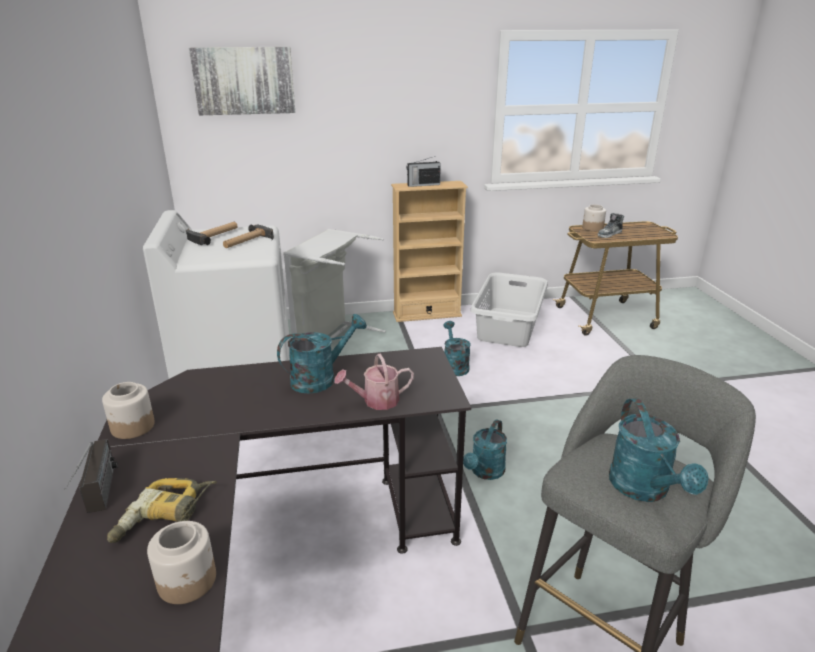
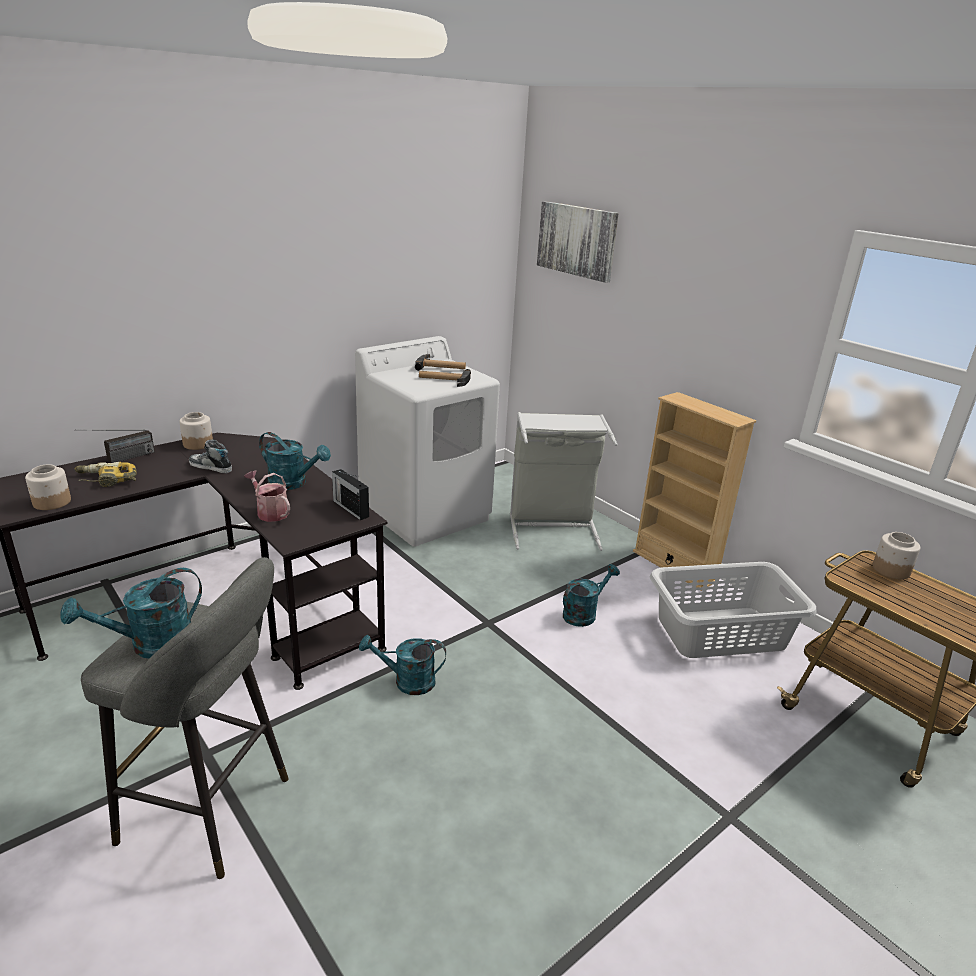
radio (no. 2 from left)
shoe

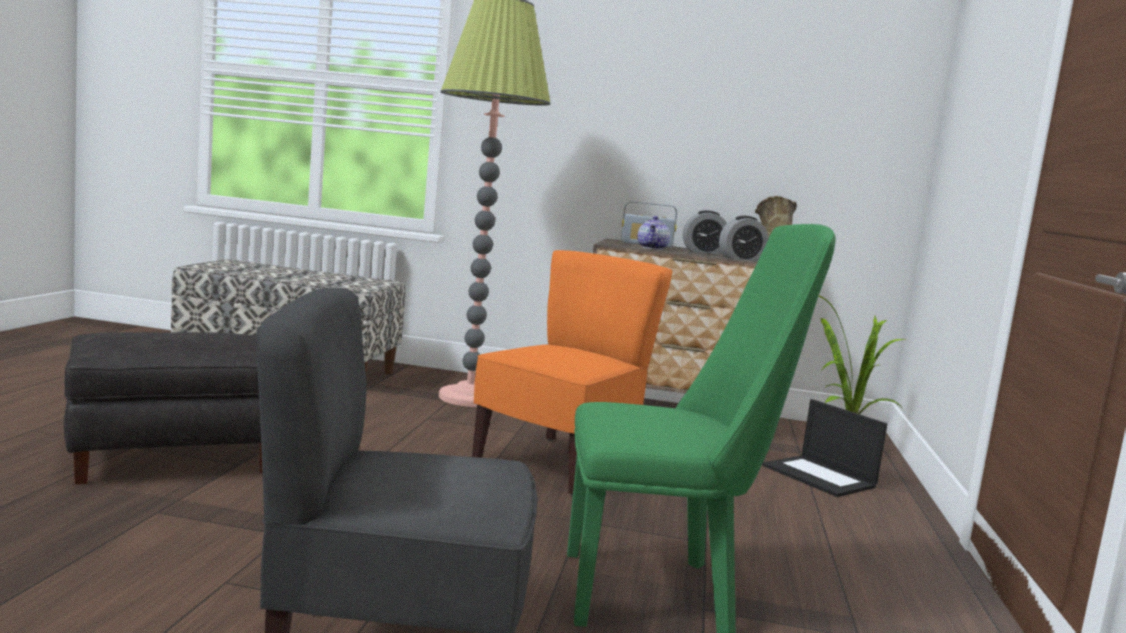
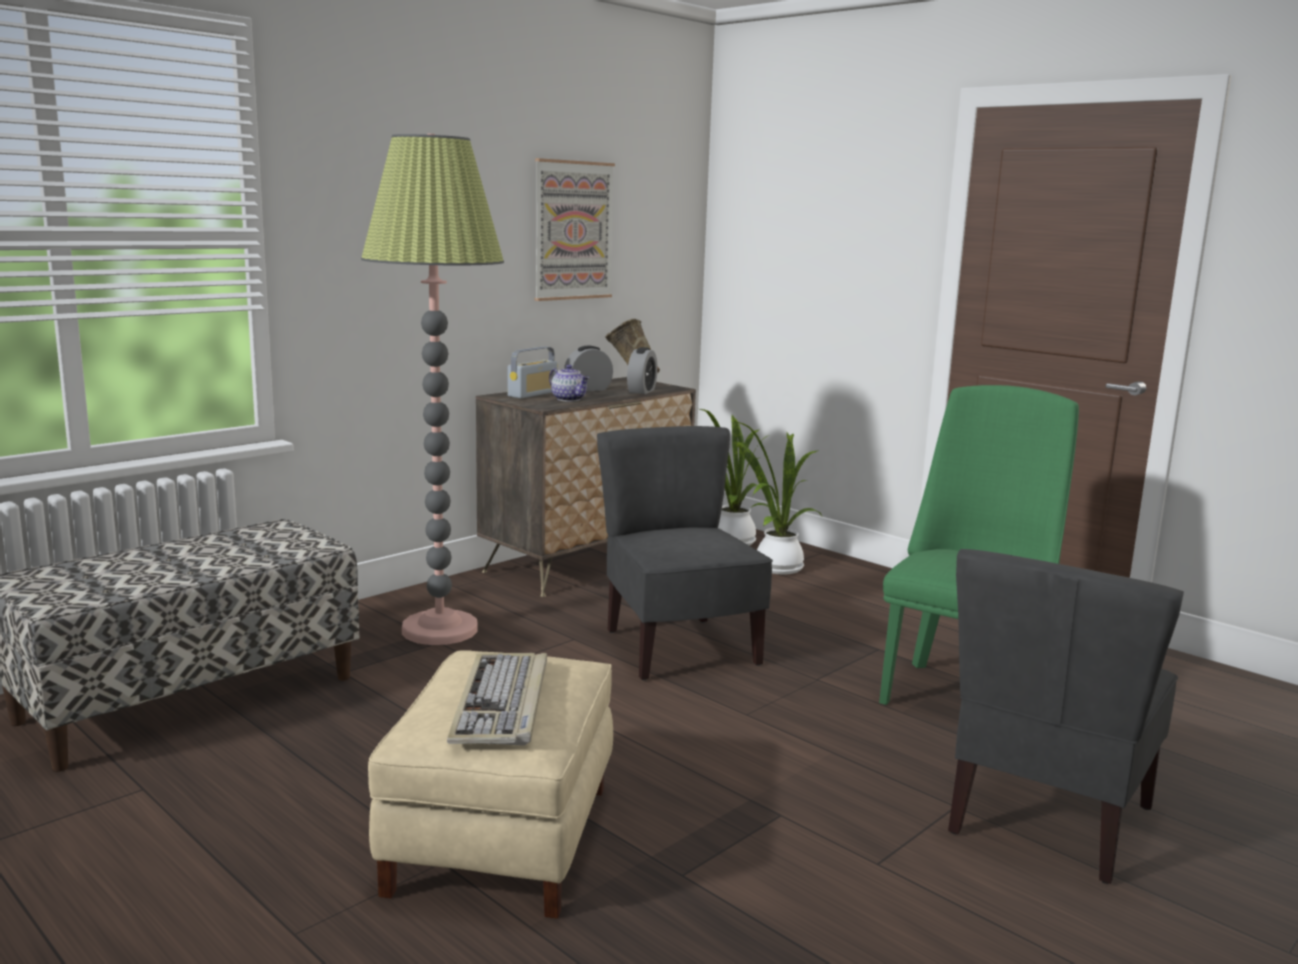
ottoman (beige)
chair (grey) (no. 1 from left)
alarm clock (no. 1 from left)
potted plant (no. 2 from left)
keyboard
picture

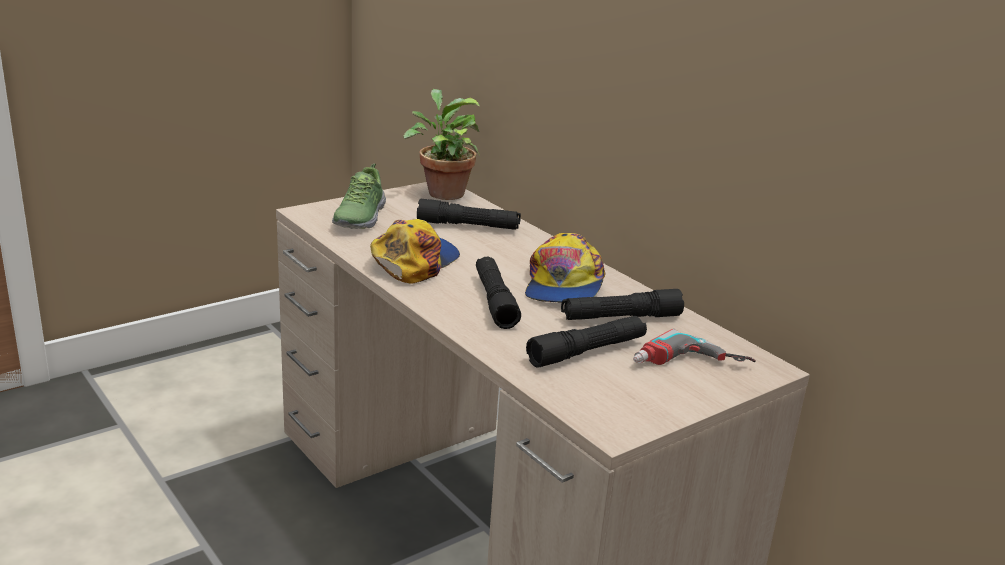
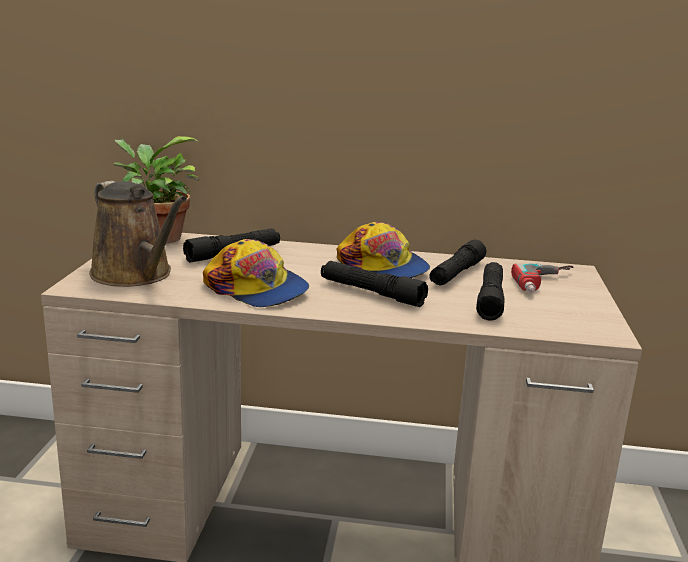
watering can (brown)
cap (no. 1 from left)

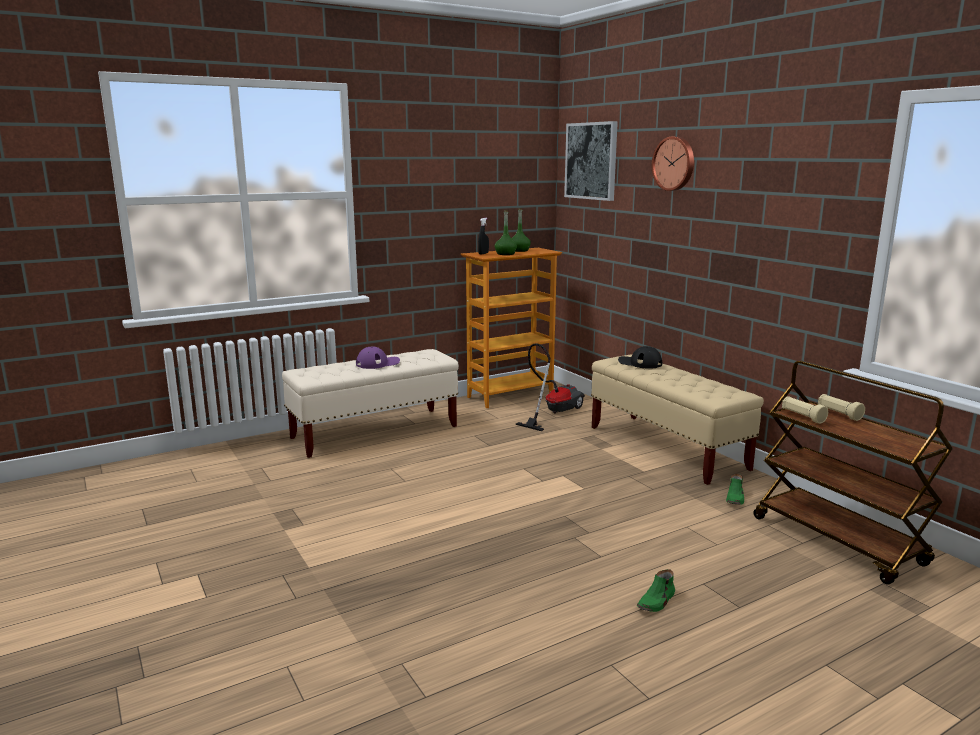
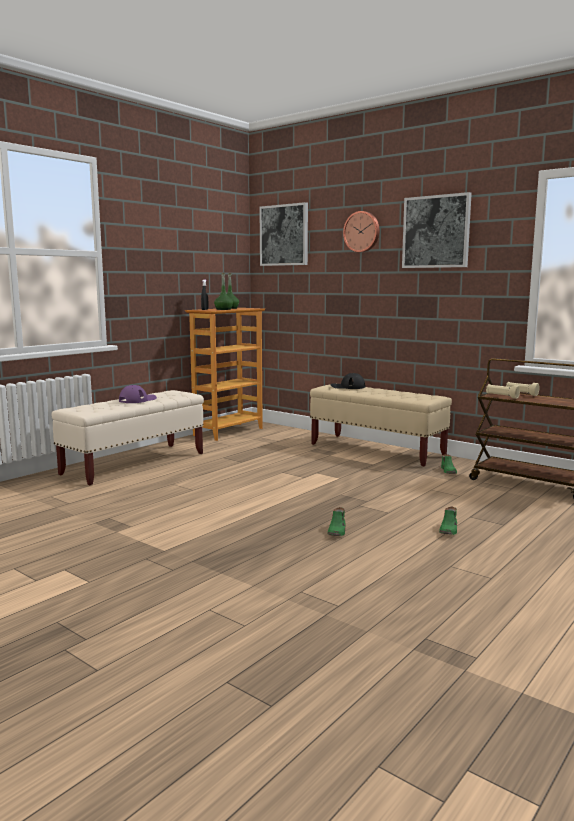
vacuum cleaner
shoe (green) (no. 1 from left)
picture (no. 2 from left)

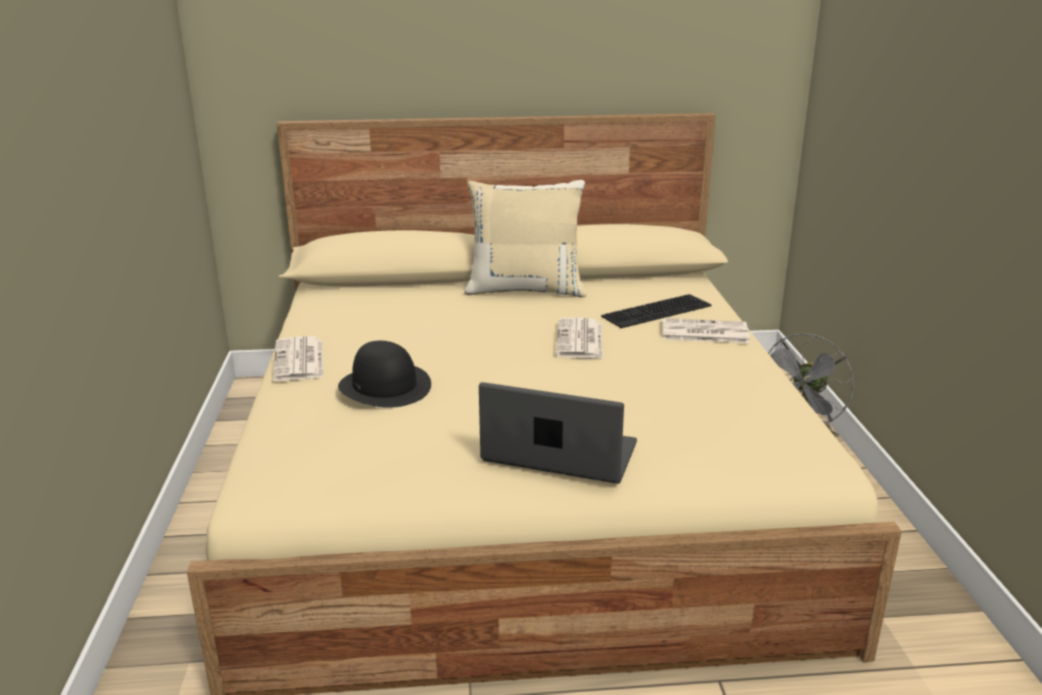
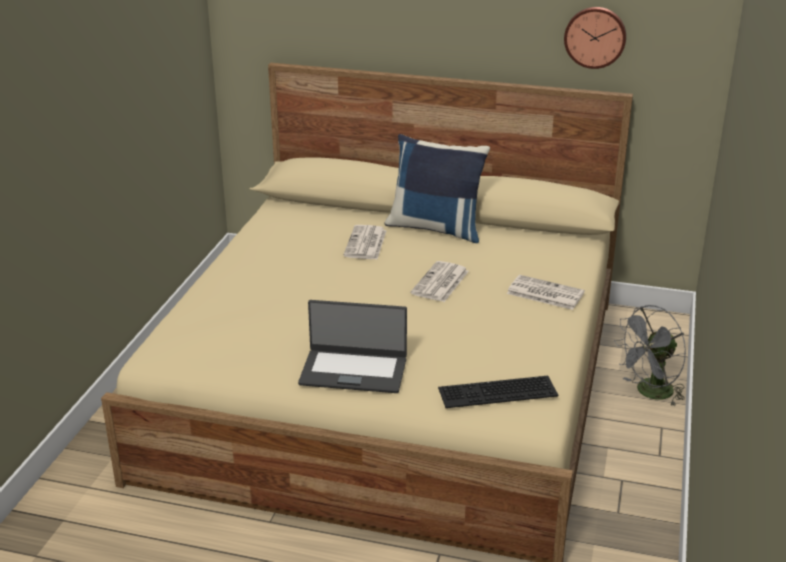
newspaper (no. 1 from left)
hat (black)
pillow (blue)
laptop
keyboard
wall clock

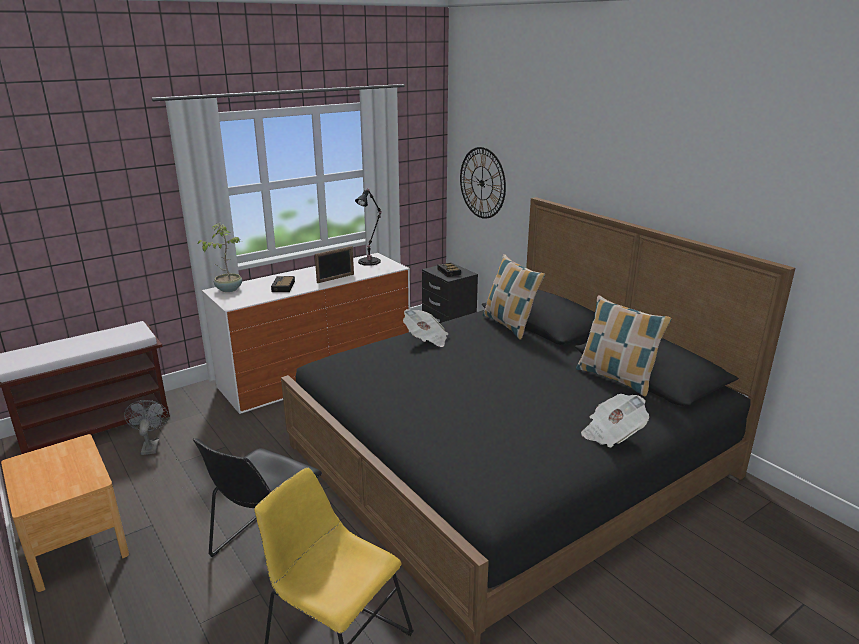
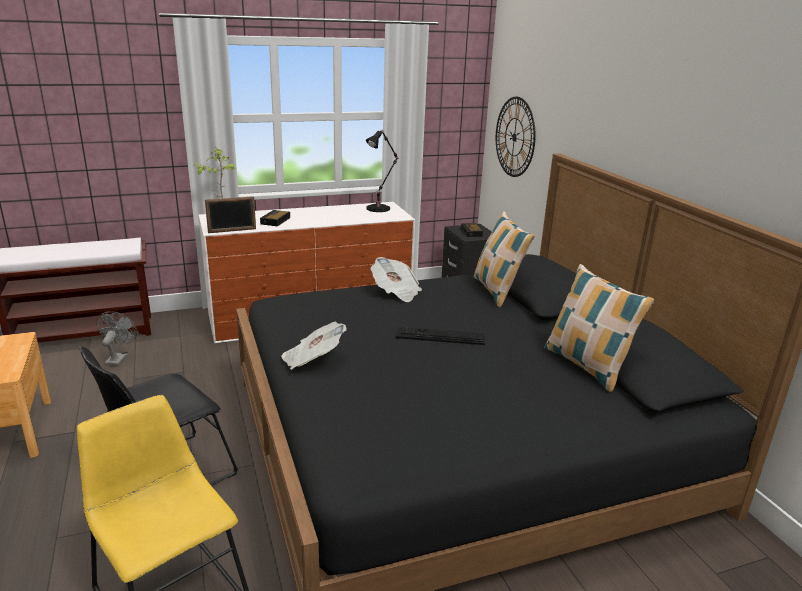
picture frame
newspaper (no. 1 from left)
keyboard

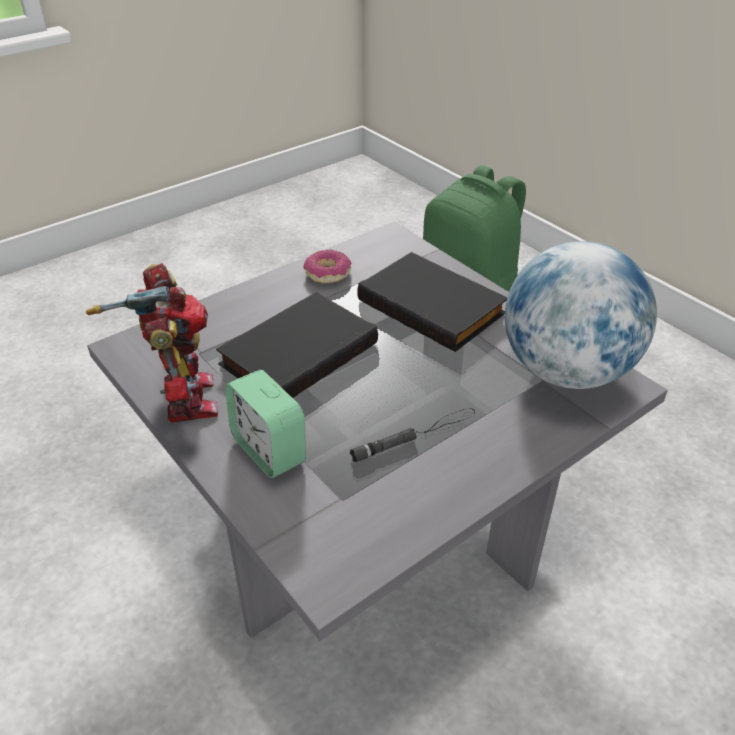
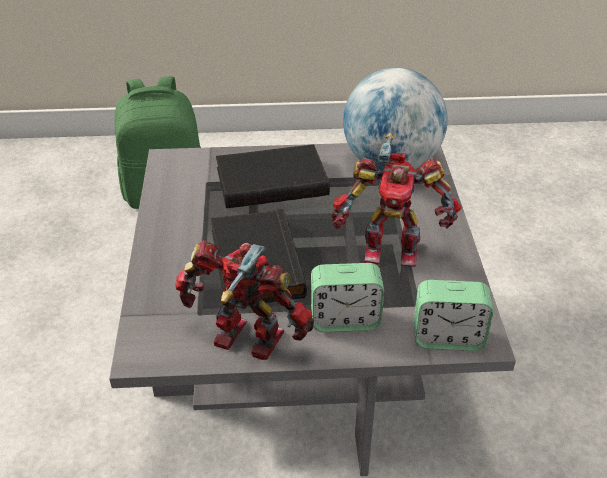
donut
toy robot (no. 2 from left)
alarm clock (no. 2 from left)

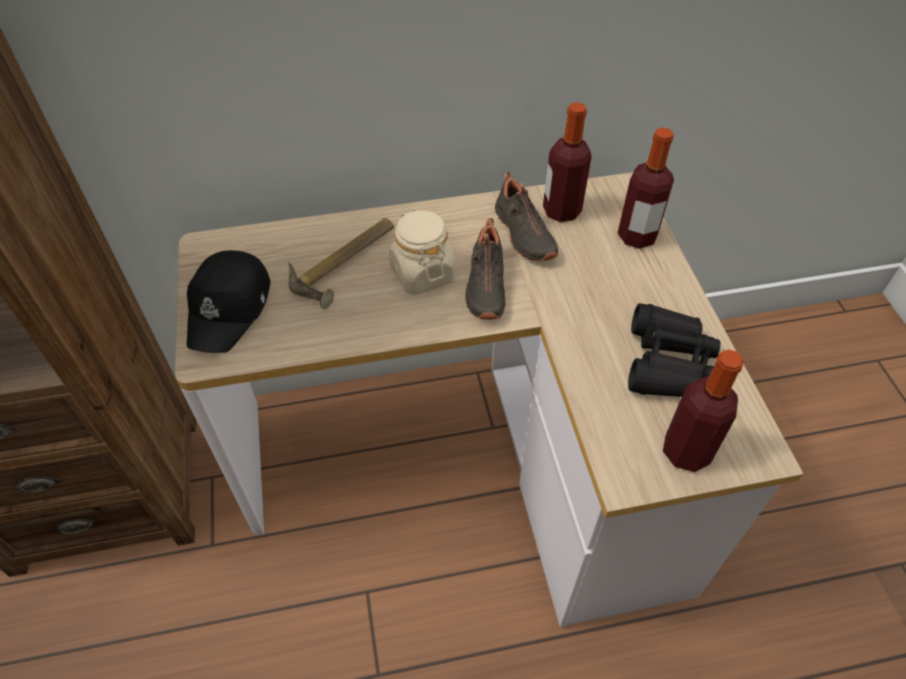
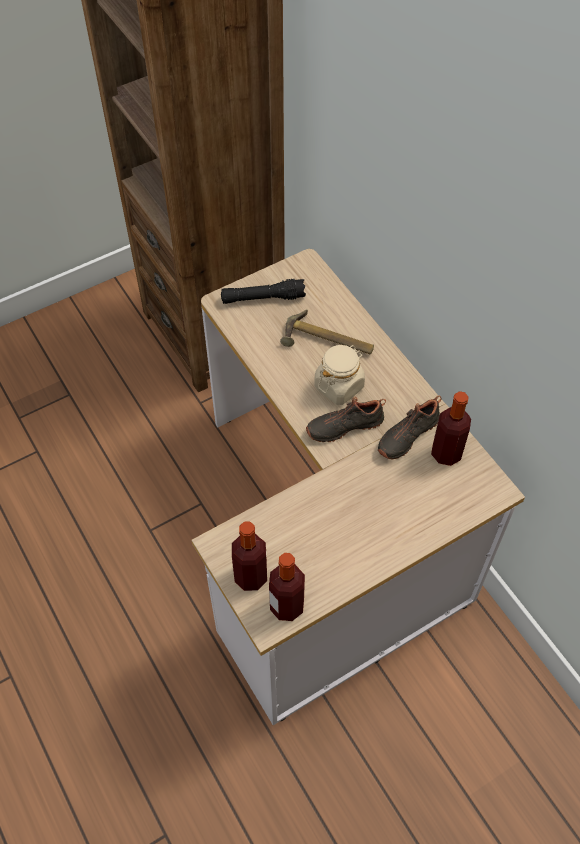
flashlight (black)
bottle (no. 2 from left)
binoculars (black)

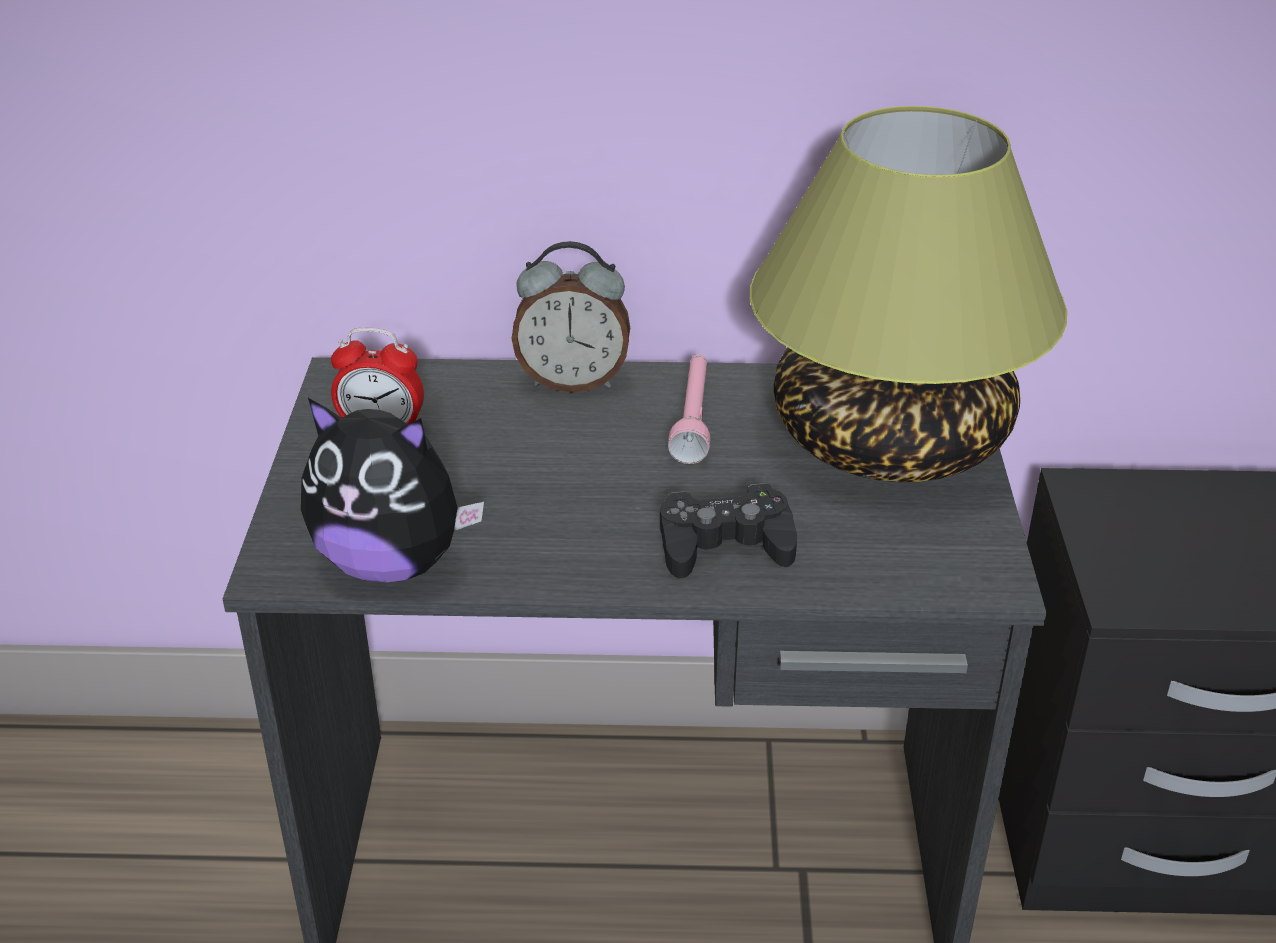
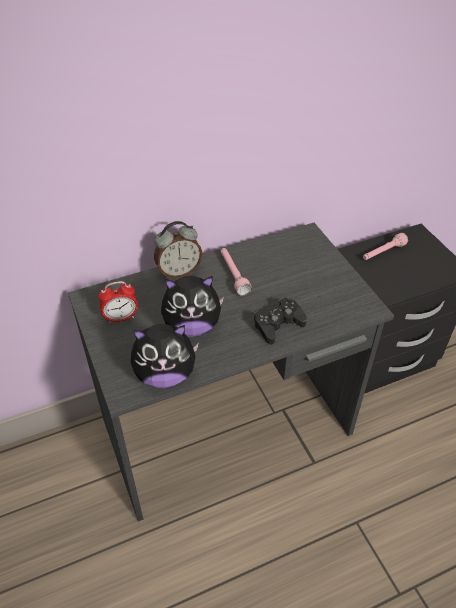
table lamp
plush toy (no. 2 from left)
flashlight (pink) (no. 2 from left)

